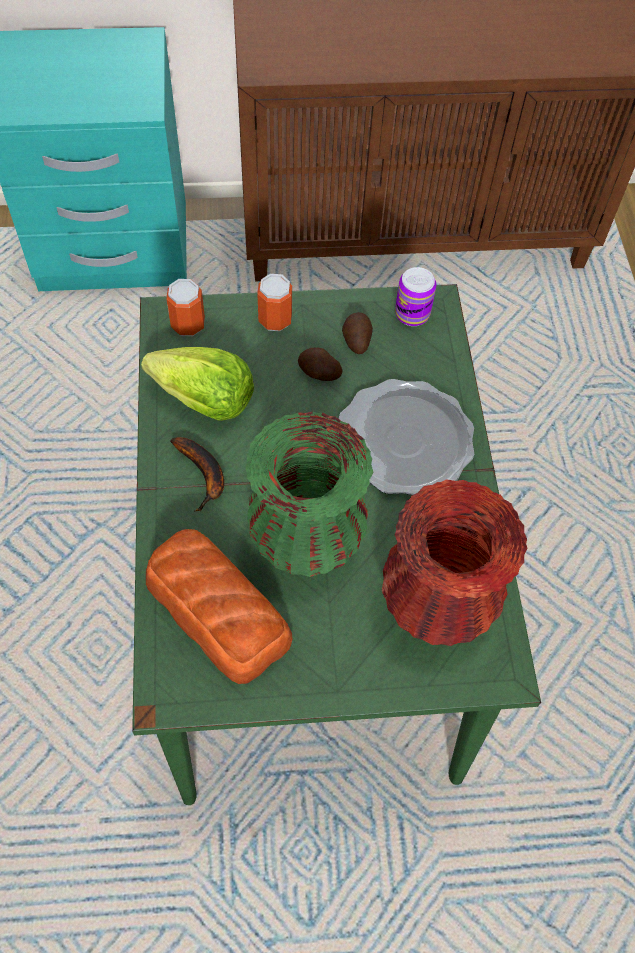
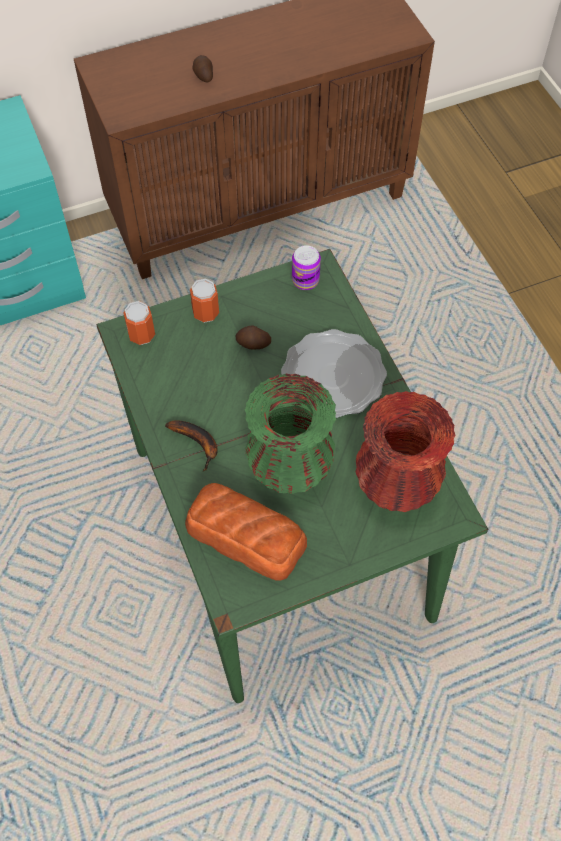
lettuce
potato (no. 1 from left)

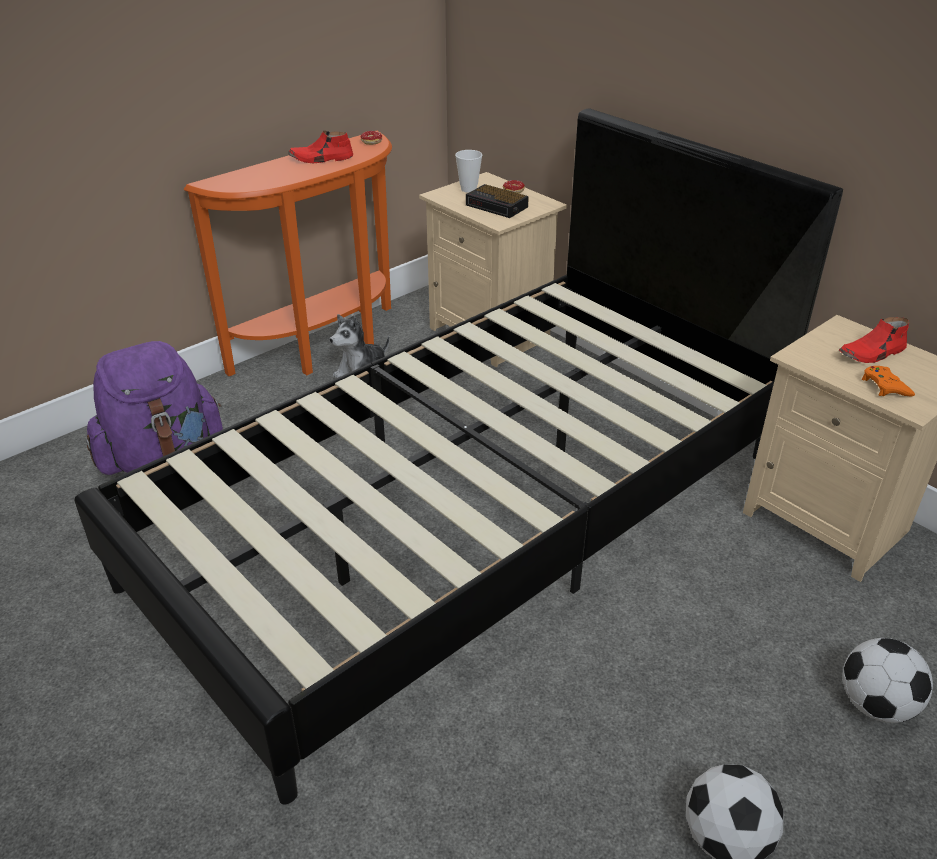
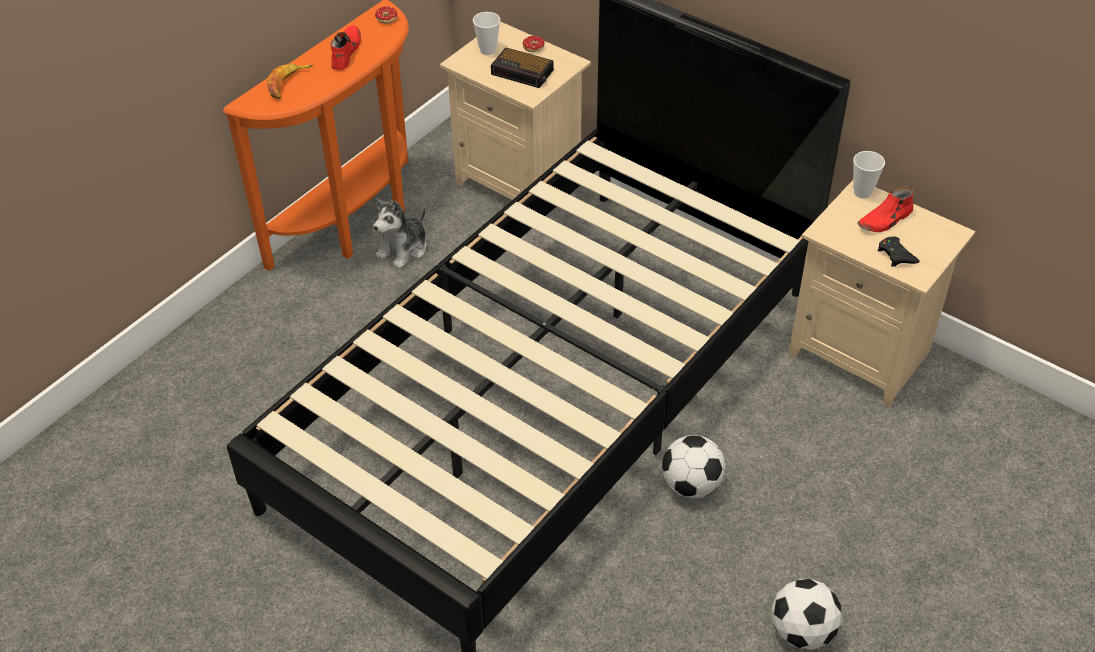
backpack (purple)
shoe (red) (no. 1 from left)
football (no. 1 from left)
game controller (black)
banana
cup (no. 2 from left)

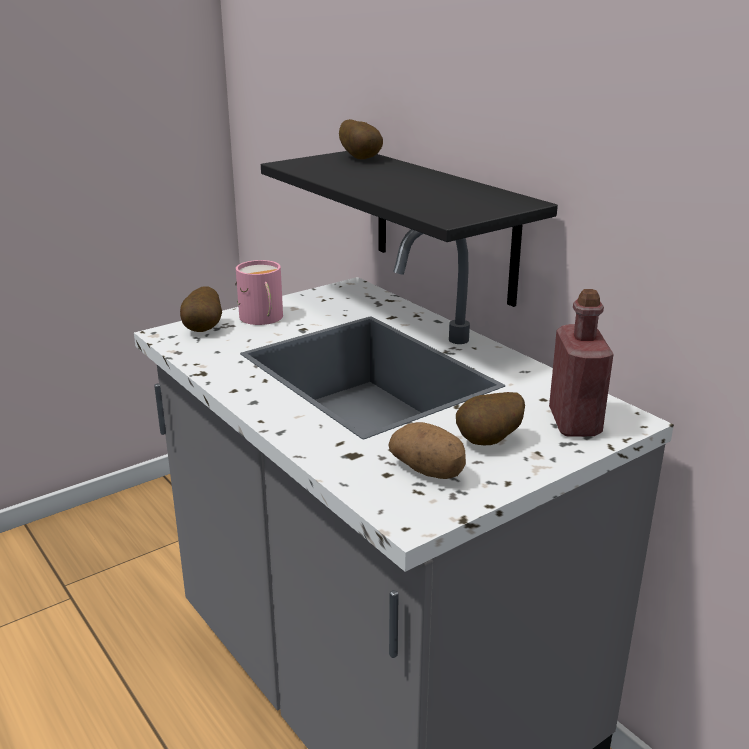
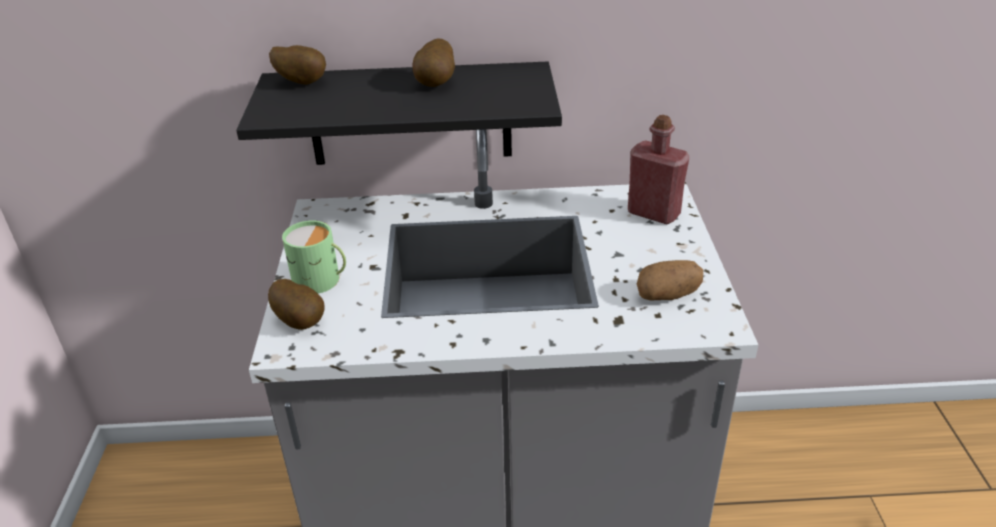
mug (green)
potato (no. 3 from left)

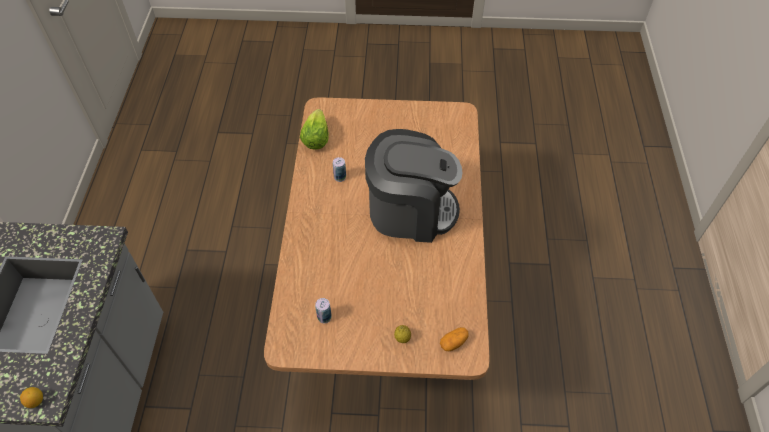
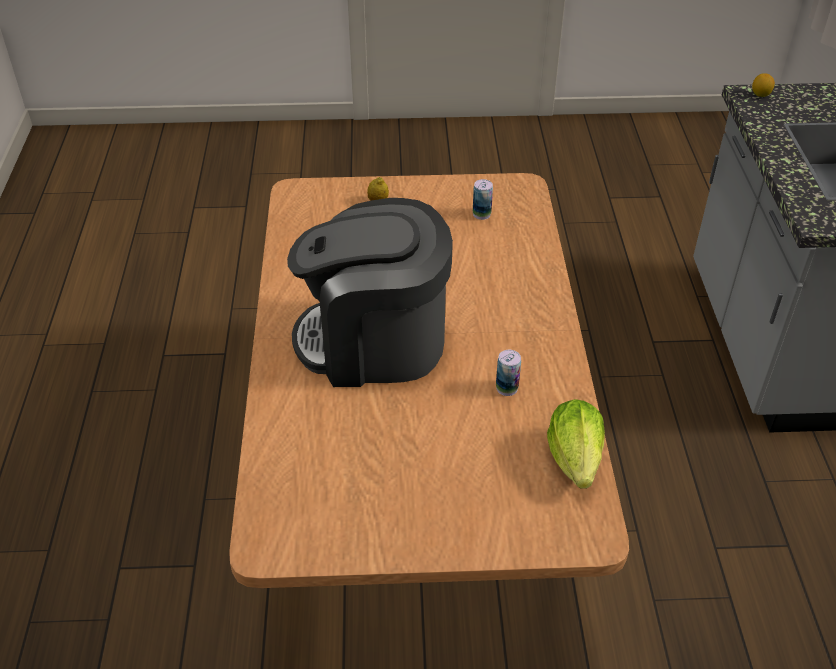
potato

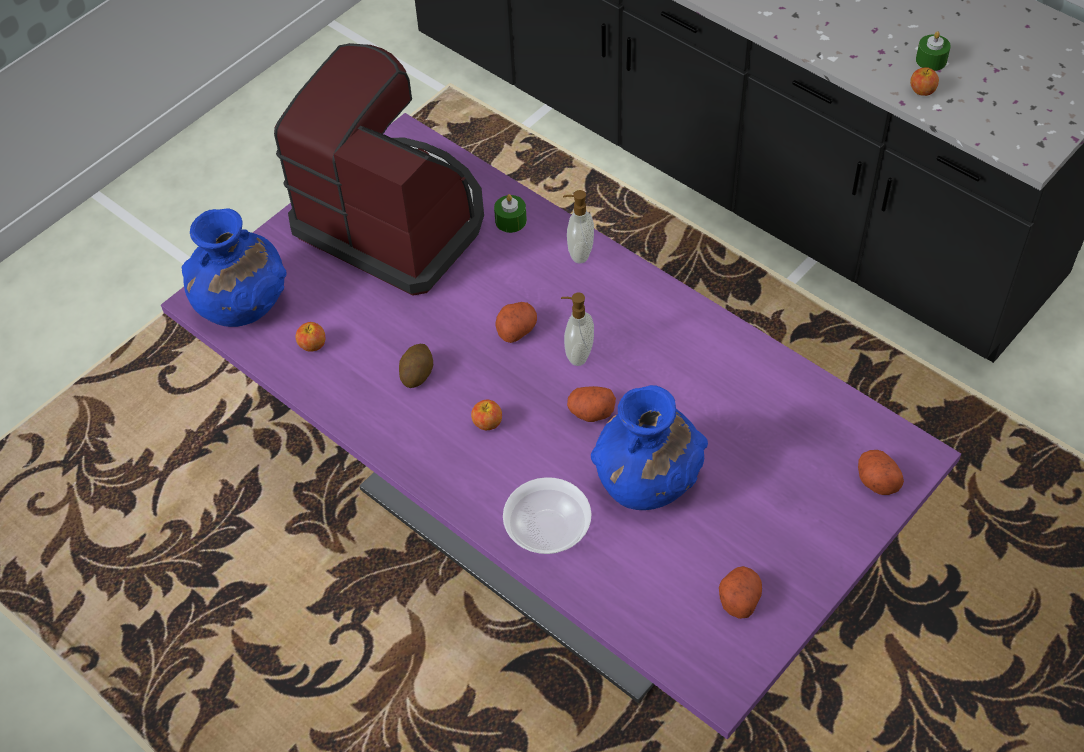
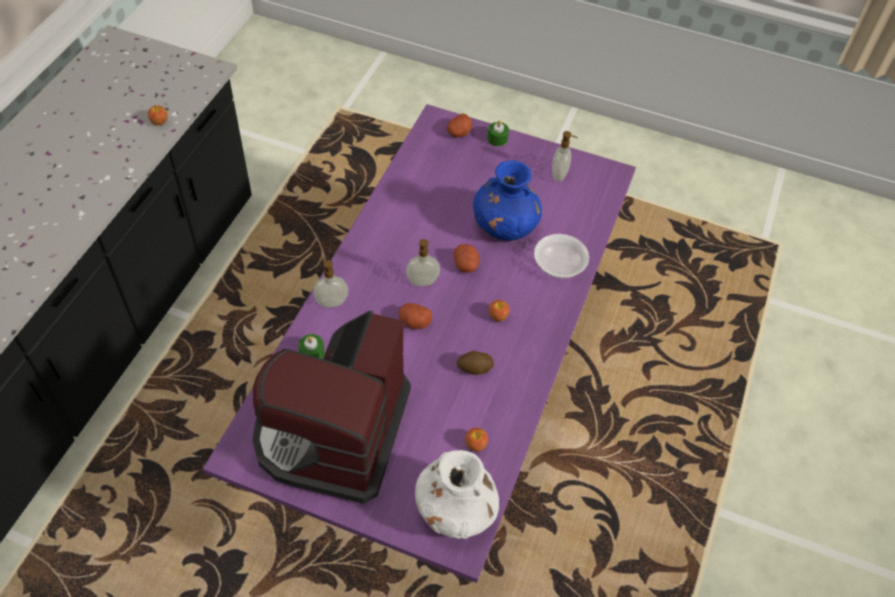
vase (white)
soap dispenser (no. 3 from left)
candle (green) (no. 2 from left)

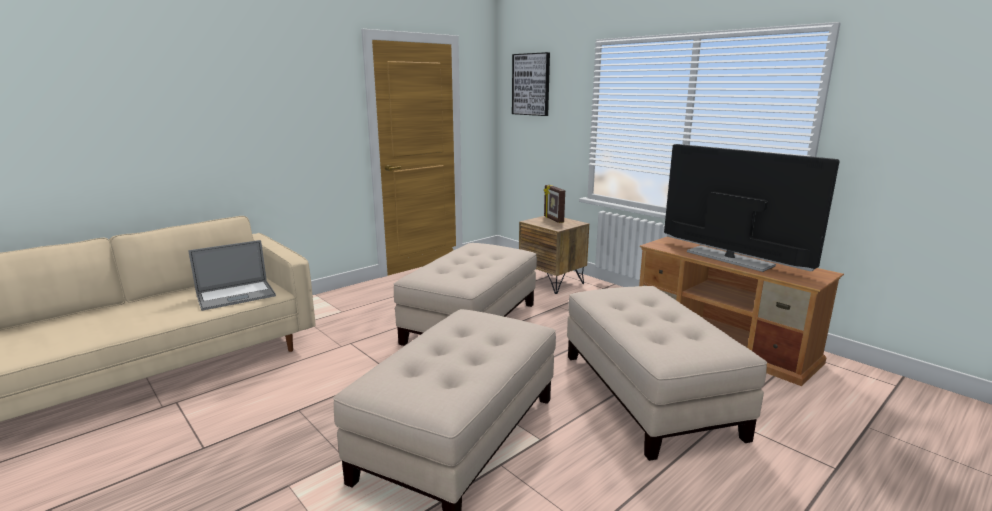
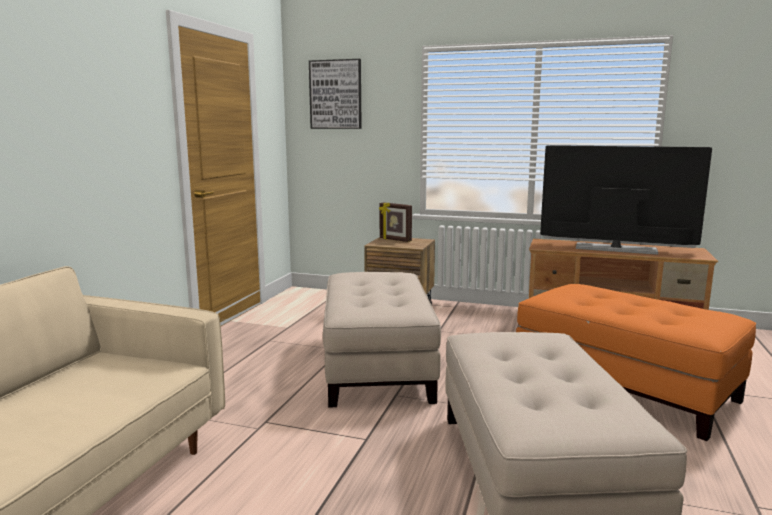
laptop
ottoman (orange)

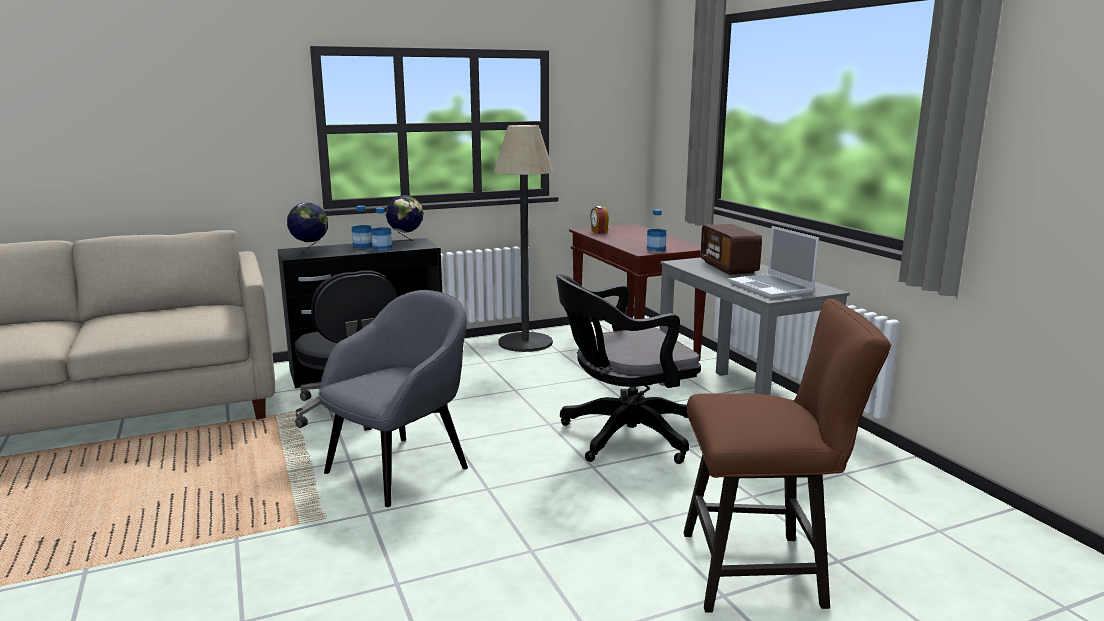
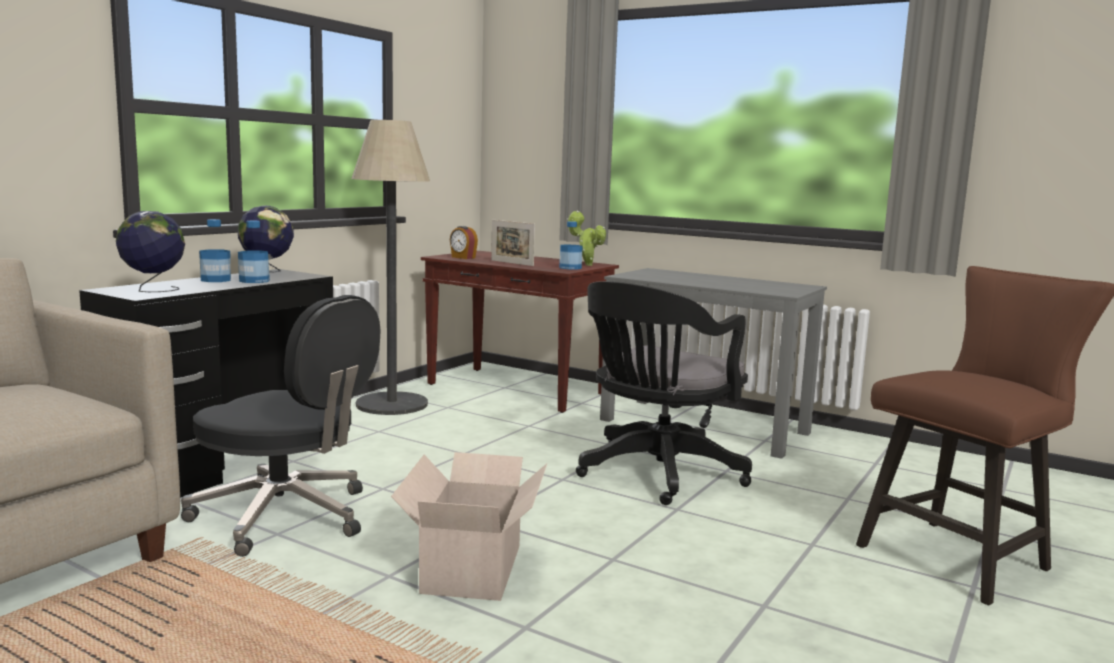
cardboard box
radio
laptop
picture frame
potted plant

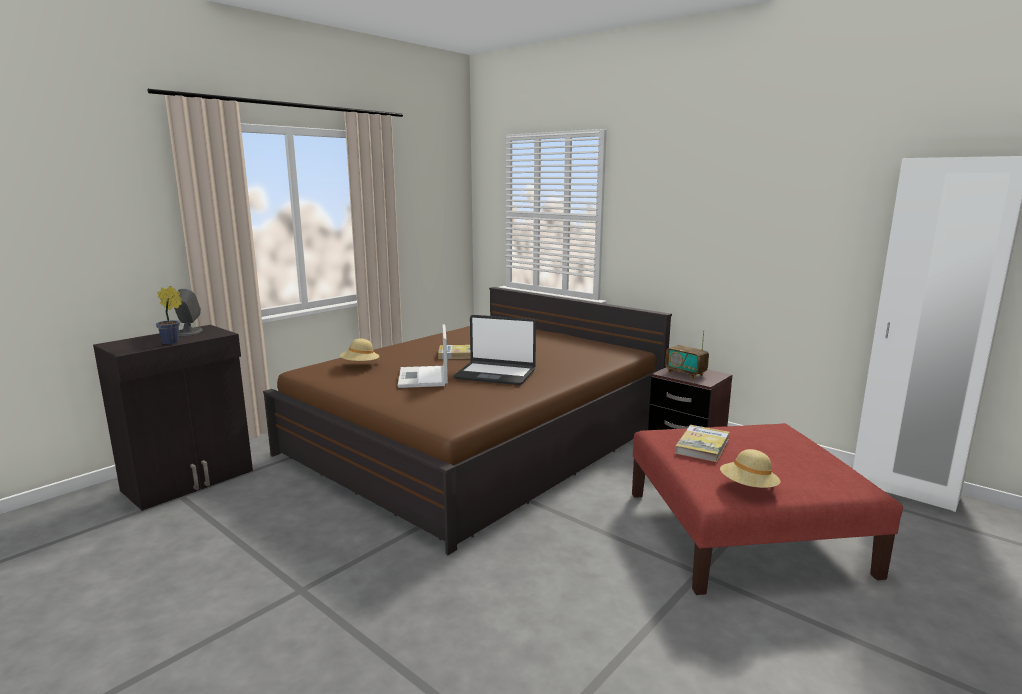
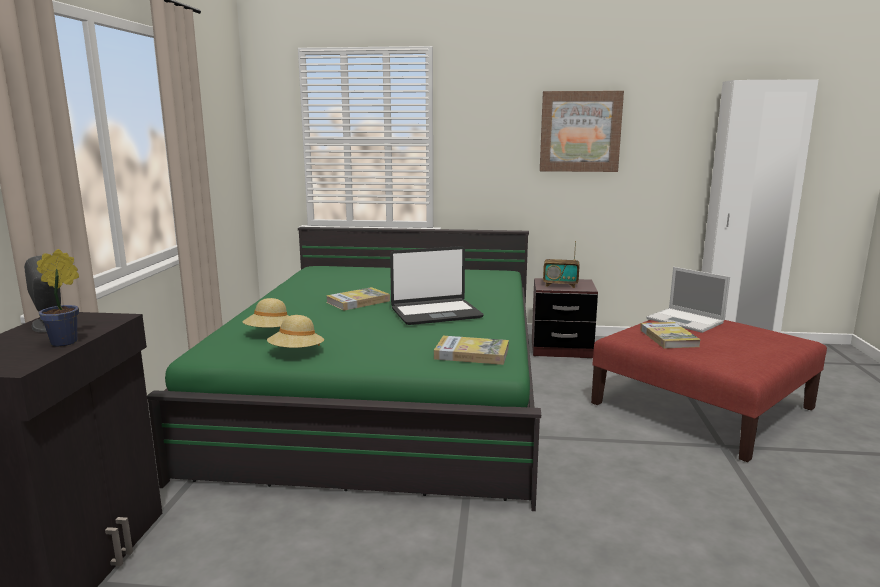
bed (green)
laptop (no. 2 from left)
hat (beige) (no. 2 from left)
book (no. 2 from left)
picture

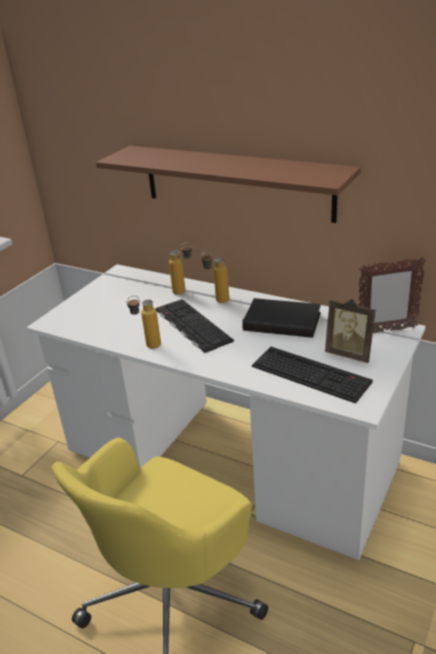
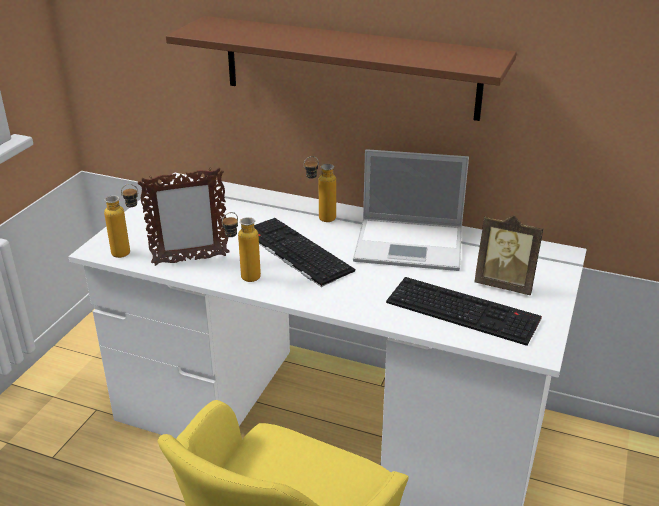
bottle (no. 1 from left)
laptop
picture frame (no. 1 from left)

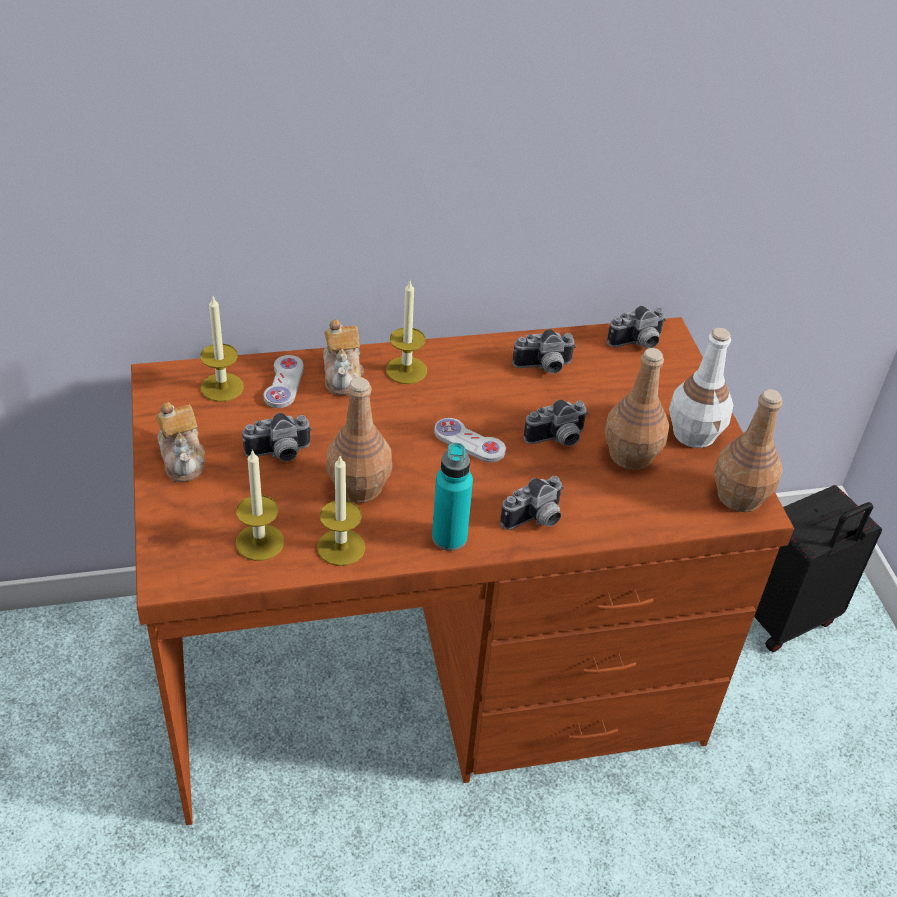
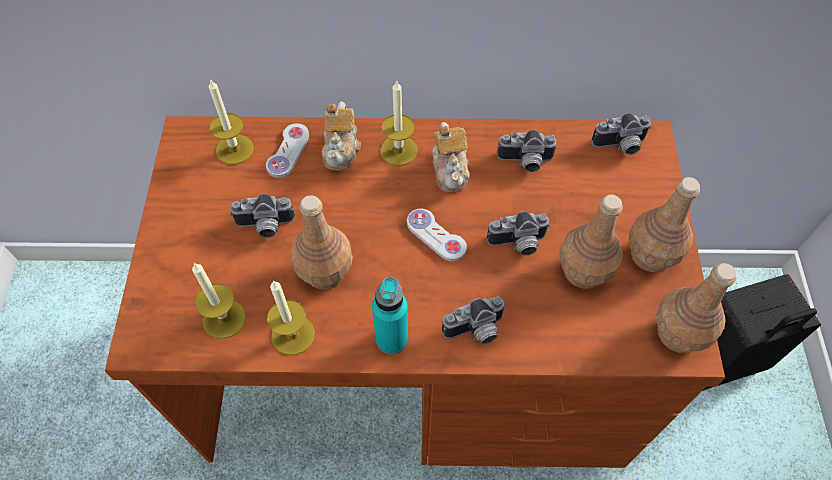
teapot (no. 2 from left)
bottle (brown) (no. 3 from left)

